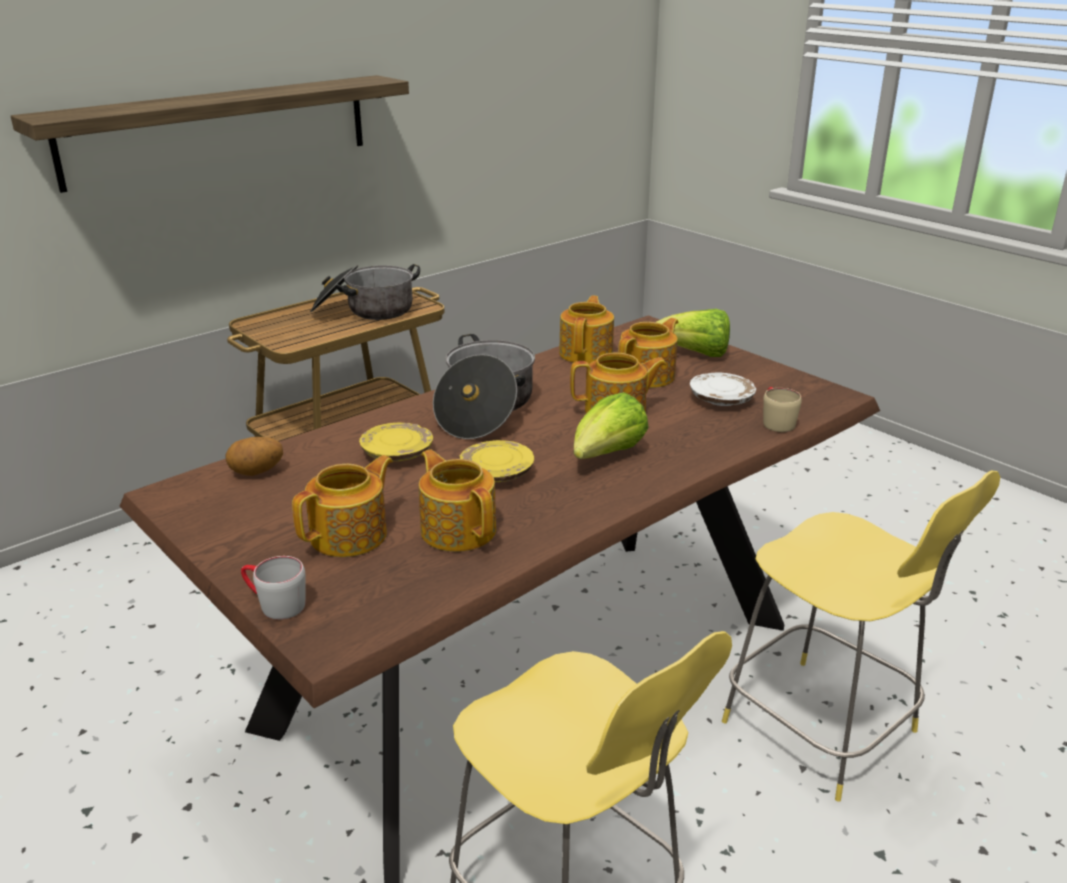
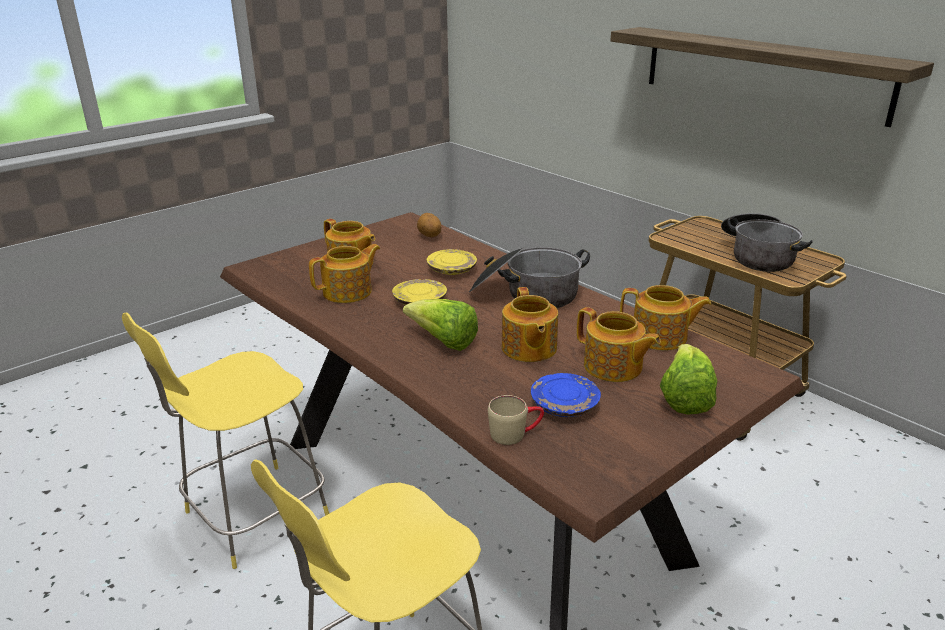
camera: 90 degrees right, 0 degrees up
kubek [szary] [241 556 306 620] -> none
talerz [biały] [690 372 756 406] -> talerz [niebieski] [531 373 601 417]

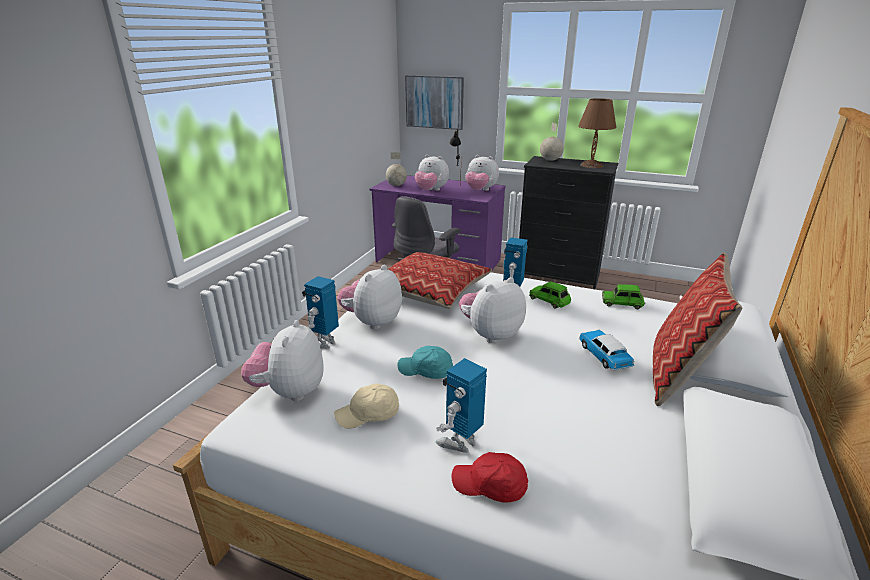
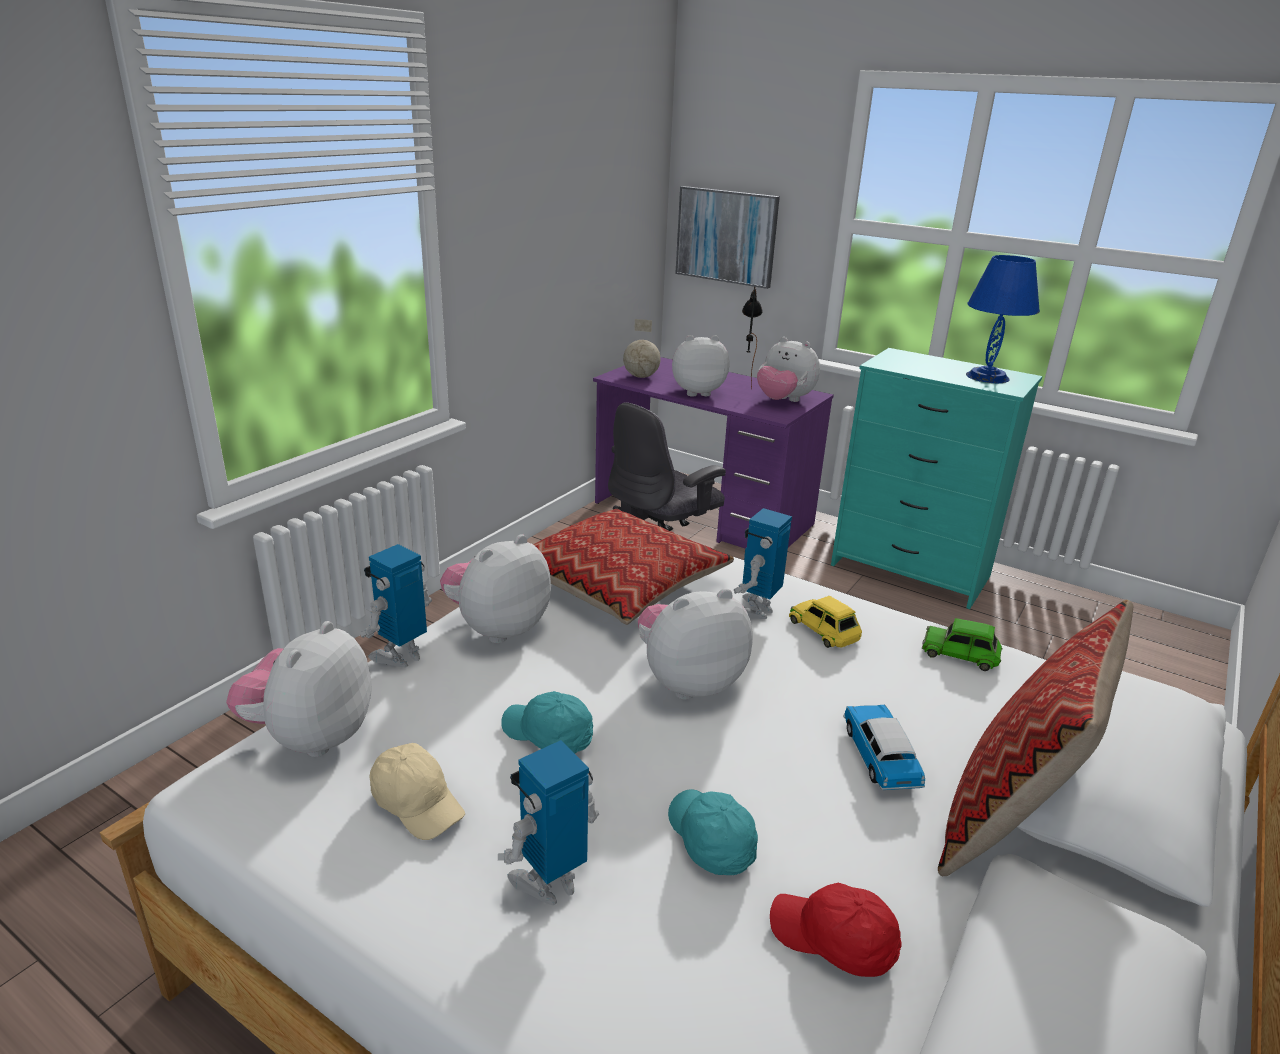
camera: 10 degrees right, 0 degrees up
czapka z daszkiem [beżowy] [334 383 399 429] -> czapka z daszkiem [beżowy] [370 743 465 840], 135 degrees counterclockwise
pluszak [415 155 449 191] -> pluszak [672 335 729 397], 135 degrees clockwise
czapka z daszkiem [czerwony] [452 452 528 503] -> czapka z daszkiem [czerwony] [770 883 902 977], moved
komoda [czarny] [519 156 618 289] -> komoda [turkusowy] [831 348 1042 609]
samochodzik [zielony] [529 281 571 309] -> samochodzik [żółty] [789 596 862 648]
globus [540 123 564 161] -> none
lampa stołowa [brązowy] [578 98 616 168] -> lampa stołowa [niebieski] [966 255 1040 383]
none -> czapka z daszkiem [turkusowy] [668 789 758 875]

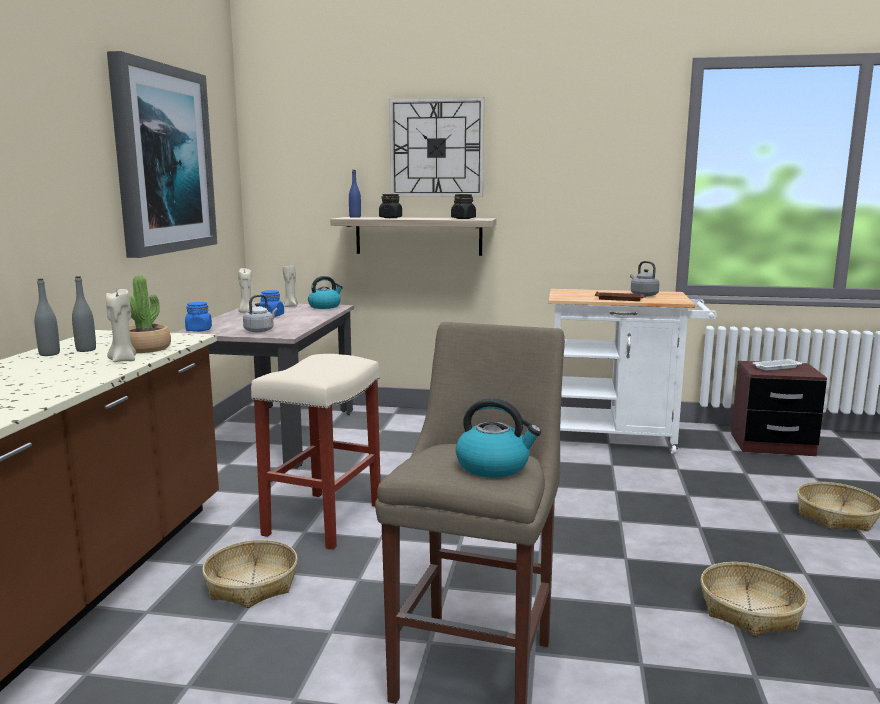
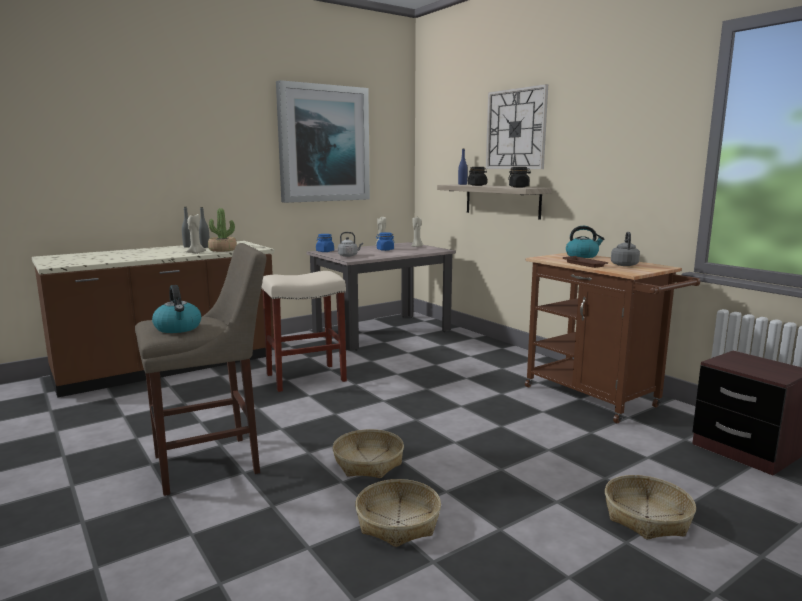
camera: 45 degrees right, 0 degrees up
koszyk [202 540 298 608] -> koszyk [333 429 404 478], moved
czajnik [308 276 343 309] -> czajnik [566 226 604 258], moved
wózek [biały] [548 289 717 454] -> wózek [brązowy] [525 253 700 423]
taca [biały] [752 359 802 371] -> none

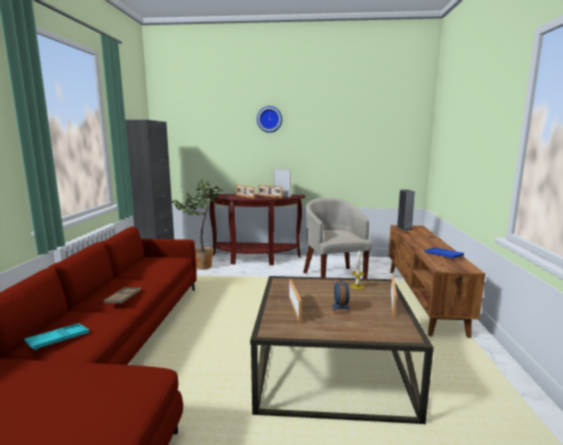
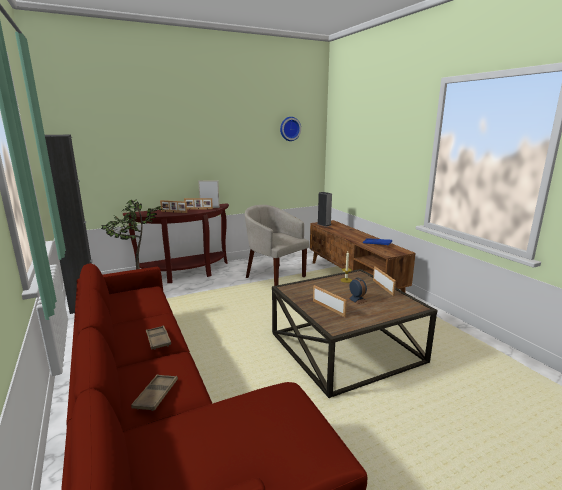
camera: 30 degrees left, 5 degrees up
taca [turkusowy] [24 323 89 350] -> taca [brązowy] [131 374 178 411]
zegar ścienny [257 106 282 133] -> zegar ścienny [280 117 301 141], moved

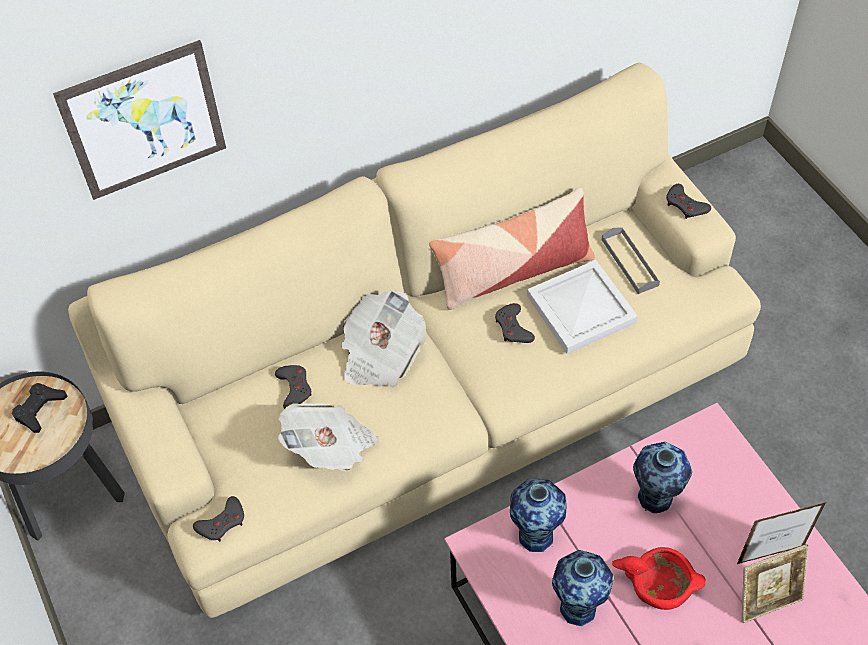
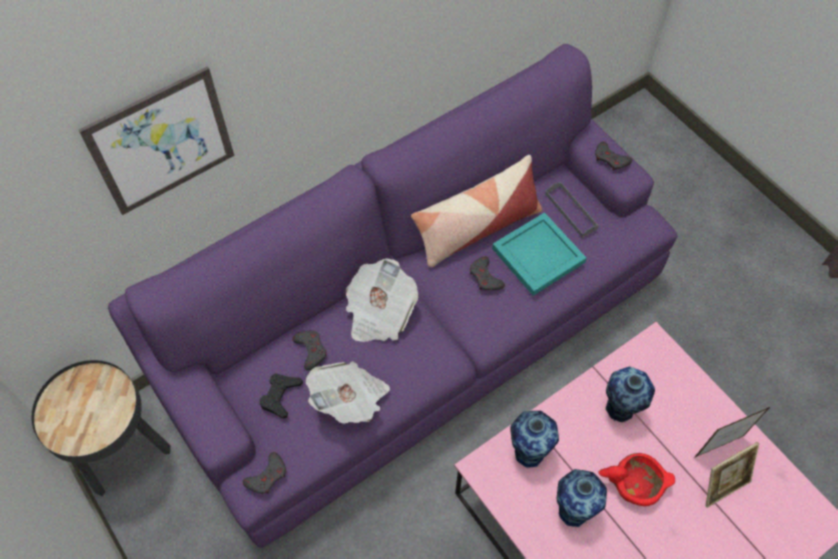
camera: 10 degrees left, 5 degrees up
pad do gier [czarny] [12 383 68 433] -> pad do gier [czarny] [259 374 303 419], moved
kanapa [beżowy] [68 63 761 618] -> kanapa [fioletowy] [108 44 677 548]
taca [biały] [527 260 638 354] -> taca [turkusowy] [492 212 586 296]

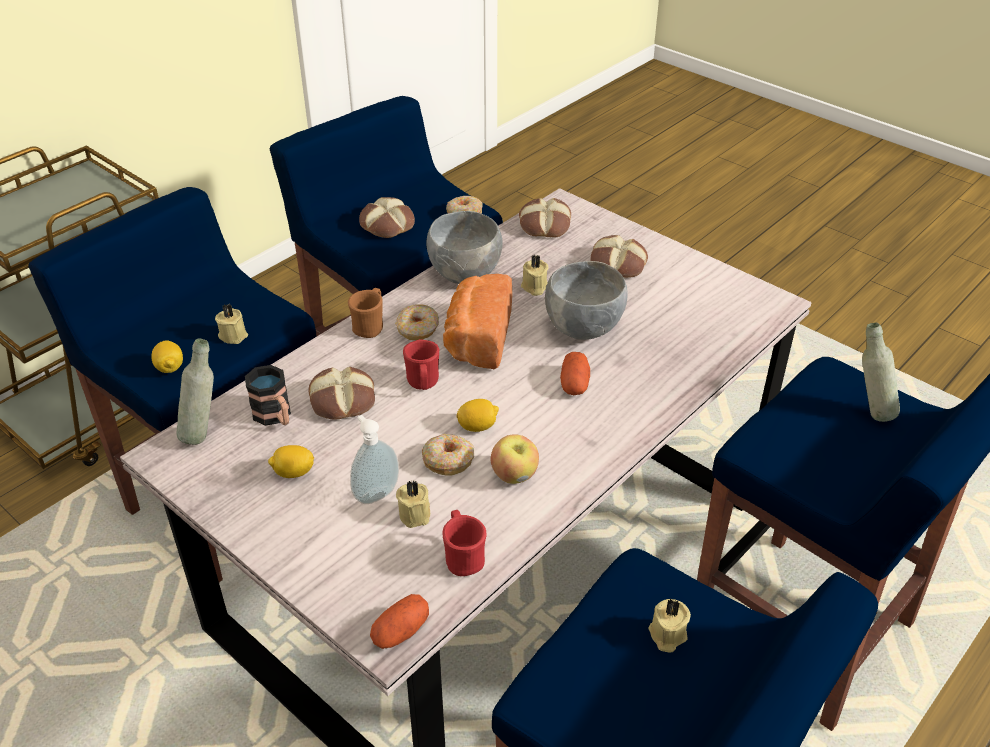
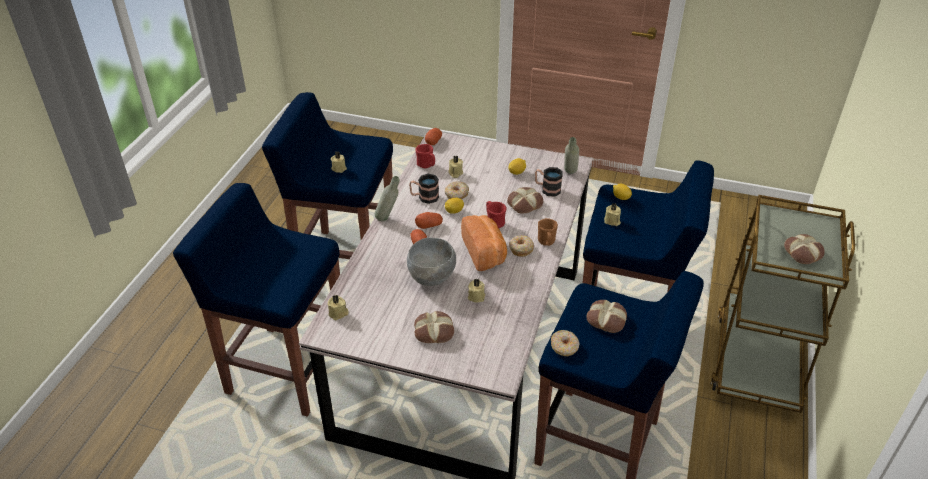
camera: 155 degrees right, 0 degrees up
dozownik mydła [350 415 399 504] -> none
miska [szary] [427 211 503 284] -> none
jabłko [491 434 539 484] -> kubek [409 174 439 204]
chleb [519 198 571 237] -> chleb [784 234 824 264], moved
butelka [szary] [862 323 900 422] -> butelka [szary] [375 176 400 221], moved
none -> świeca [beżowy] [328 295 349 320]
none -> ziemniak [415 212 443 229]

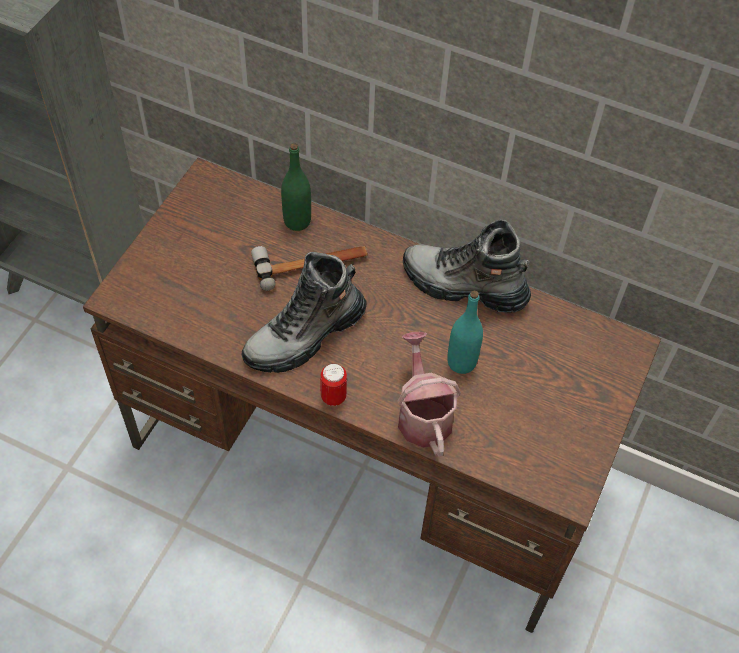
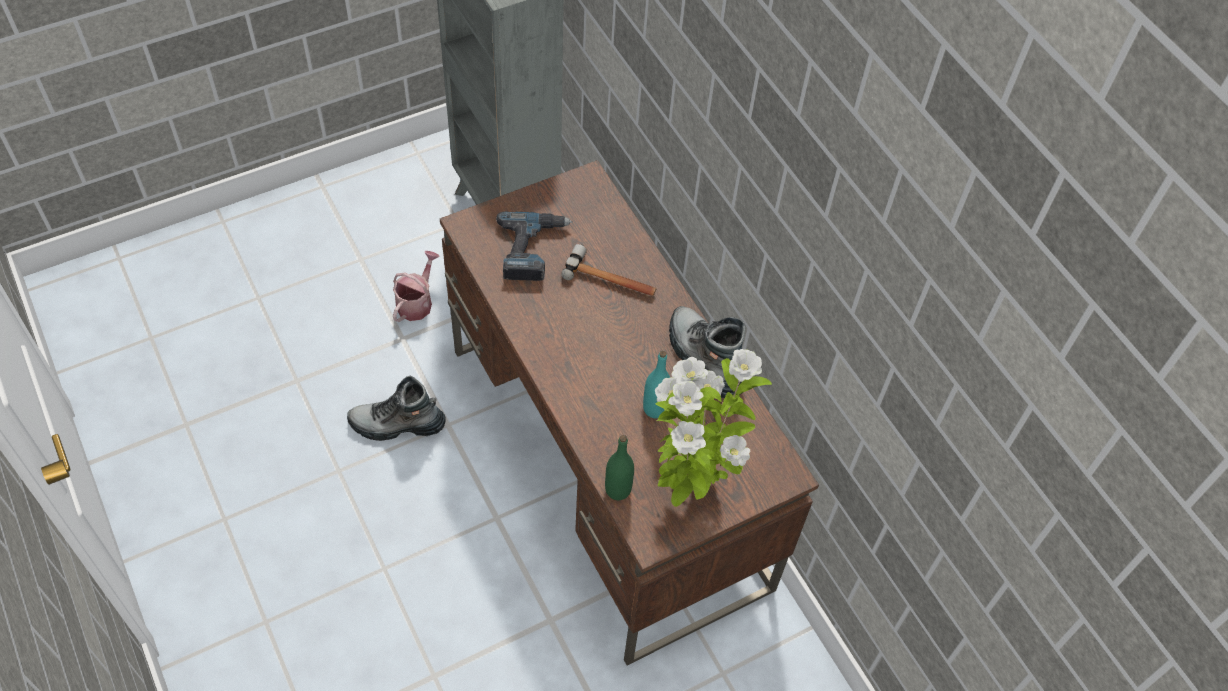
camera: 35 degrees right, 0 degrees up
but z cholewką [242 252 367 373] -> but z cholewką [347 376 446 441], moved
butelka [zielony] [281 143 311 231] -> butelka [zielony] [605 435 634 500], moved
puszka [320 363 347 406] -> none
konewka [397 332 461 457] -> konewka [393 251 440 322], moved
none -> wiertarka [496 211 573 281]
none -> roślina doniczkowa [655 349 772 507]

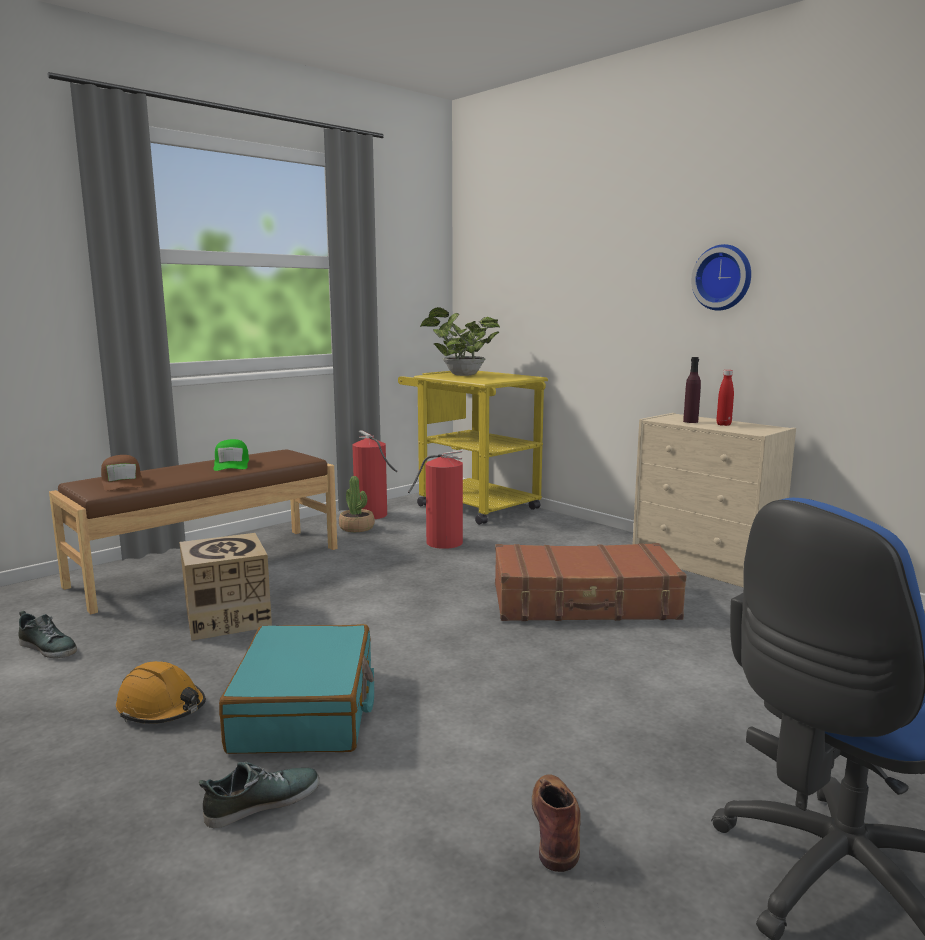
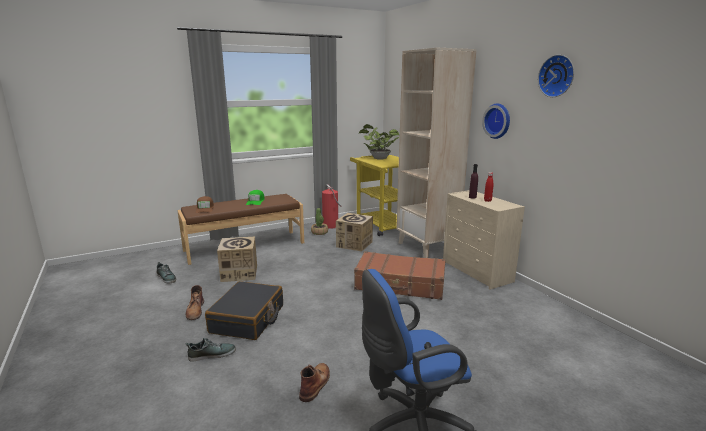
camera: 15 degrees right, 5 degrees up
kask [pomarańczowy] [116 661 206 724] -> but z cholewką [brązowy] [186 285 204 320]
walizka [turkusowy] [219 624 374 754] -> walizka [czarny] [205 281 283 340]
gaśnica [408 451 463 549] -> karton [336 213 373 252]
none -> regał [beżowy] [396 48 477 258]
none -> zegar ścienny [538 55 574 97]

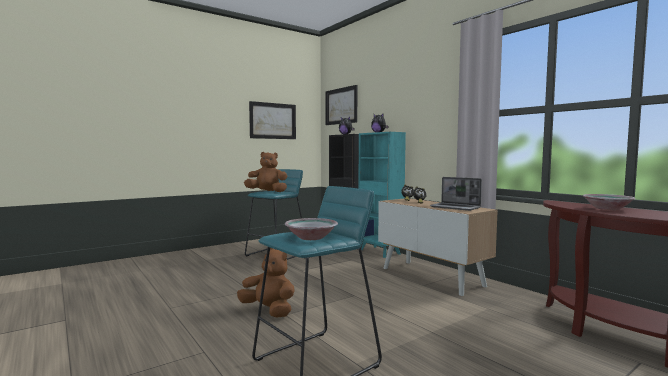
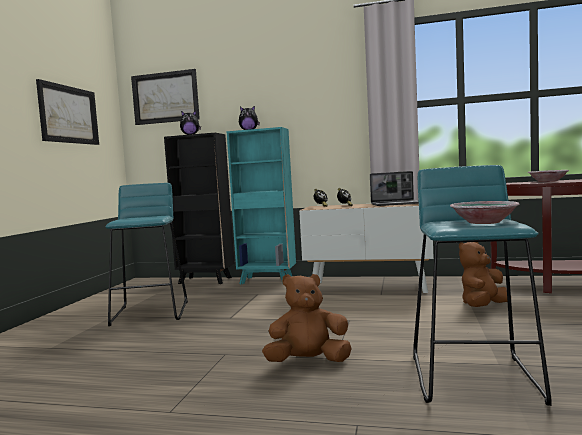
camera: 40 degrees left, 0 degrees up
pluszak [brązowy] [244 152 287 192] -> pluszak [brązowy] [459 242 507 307], moved

